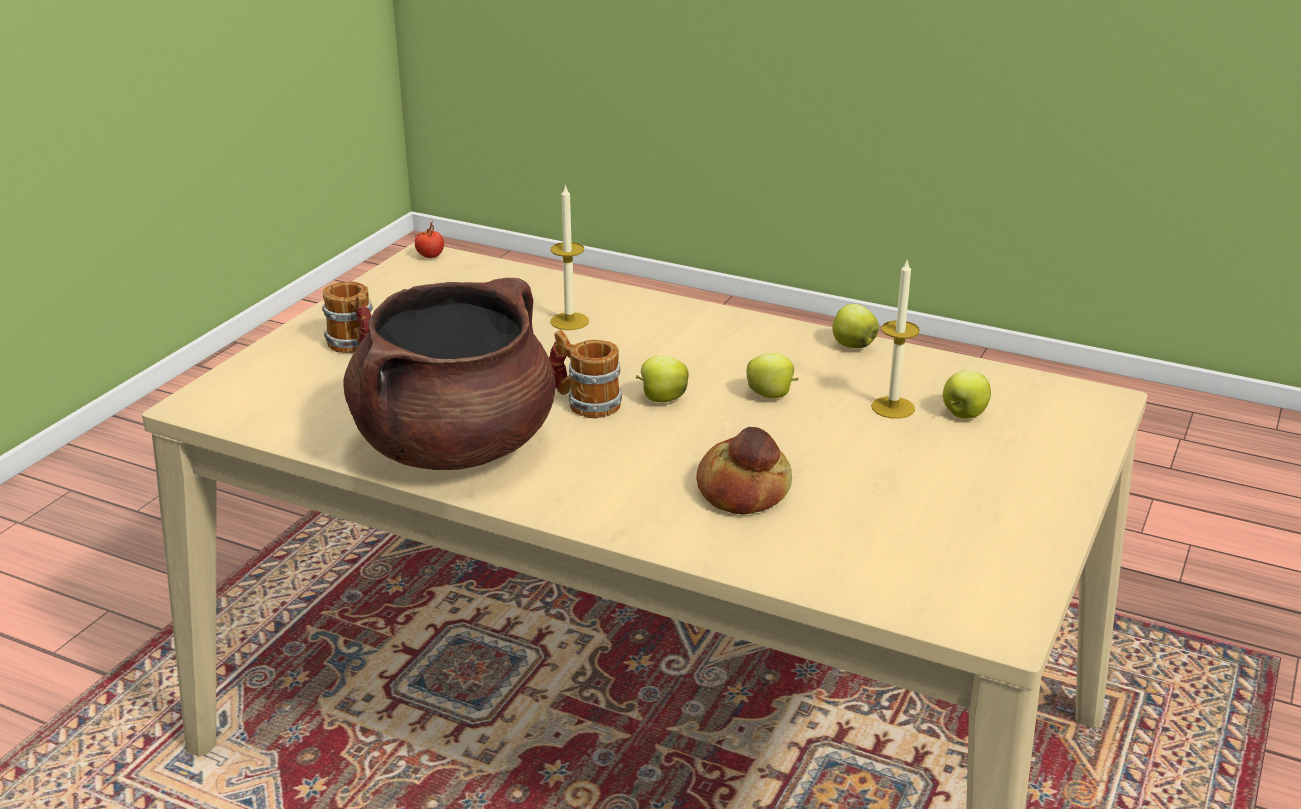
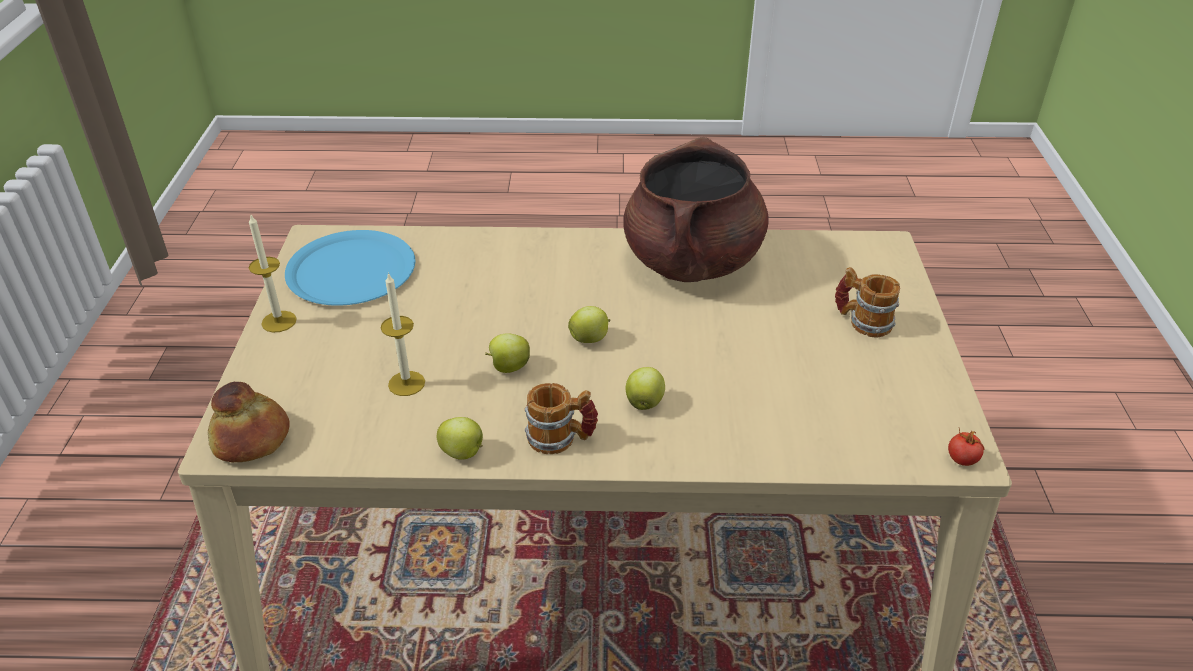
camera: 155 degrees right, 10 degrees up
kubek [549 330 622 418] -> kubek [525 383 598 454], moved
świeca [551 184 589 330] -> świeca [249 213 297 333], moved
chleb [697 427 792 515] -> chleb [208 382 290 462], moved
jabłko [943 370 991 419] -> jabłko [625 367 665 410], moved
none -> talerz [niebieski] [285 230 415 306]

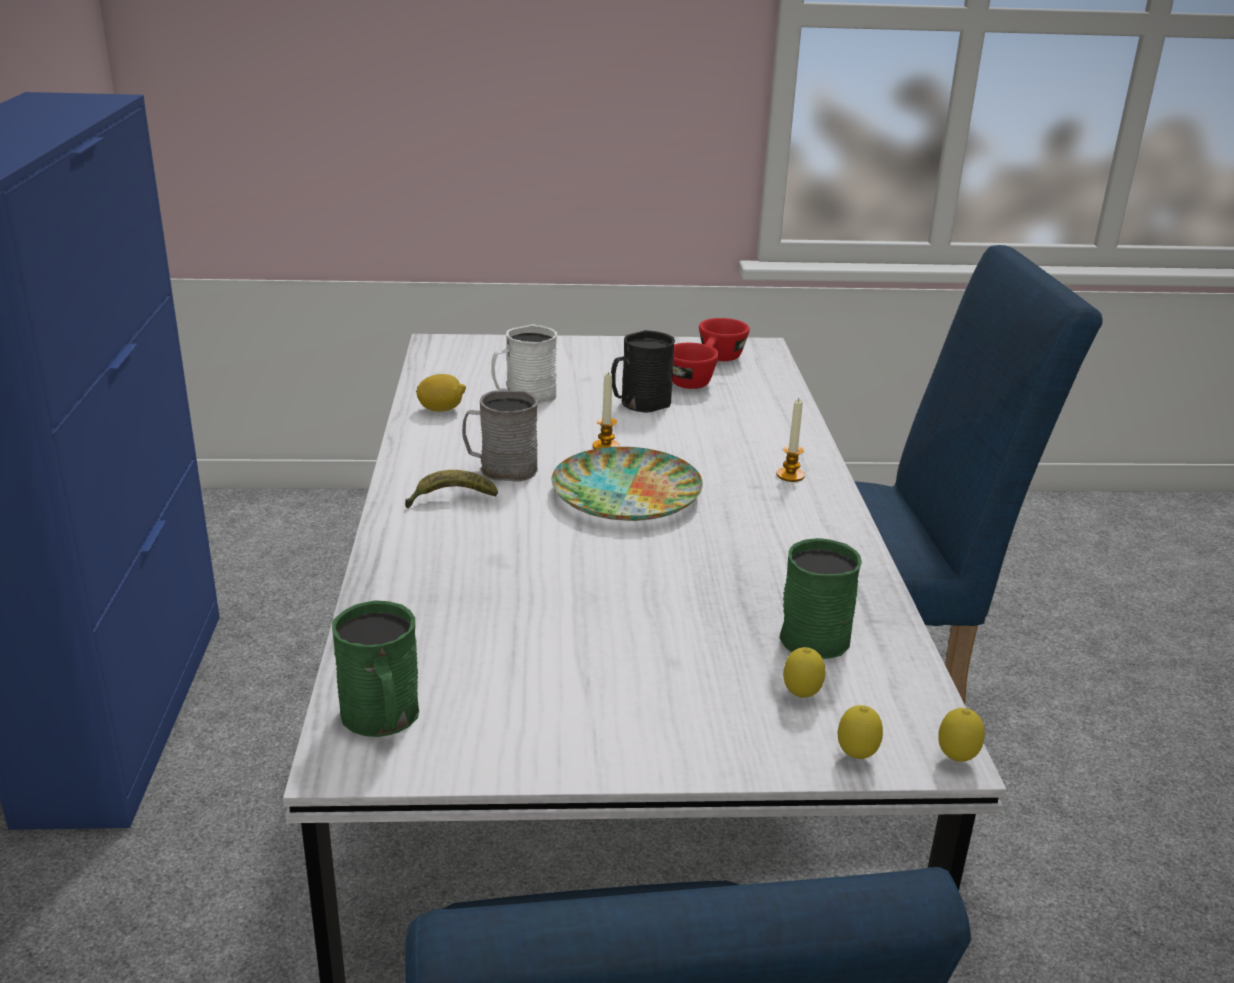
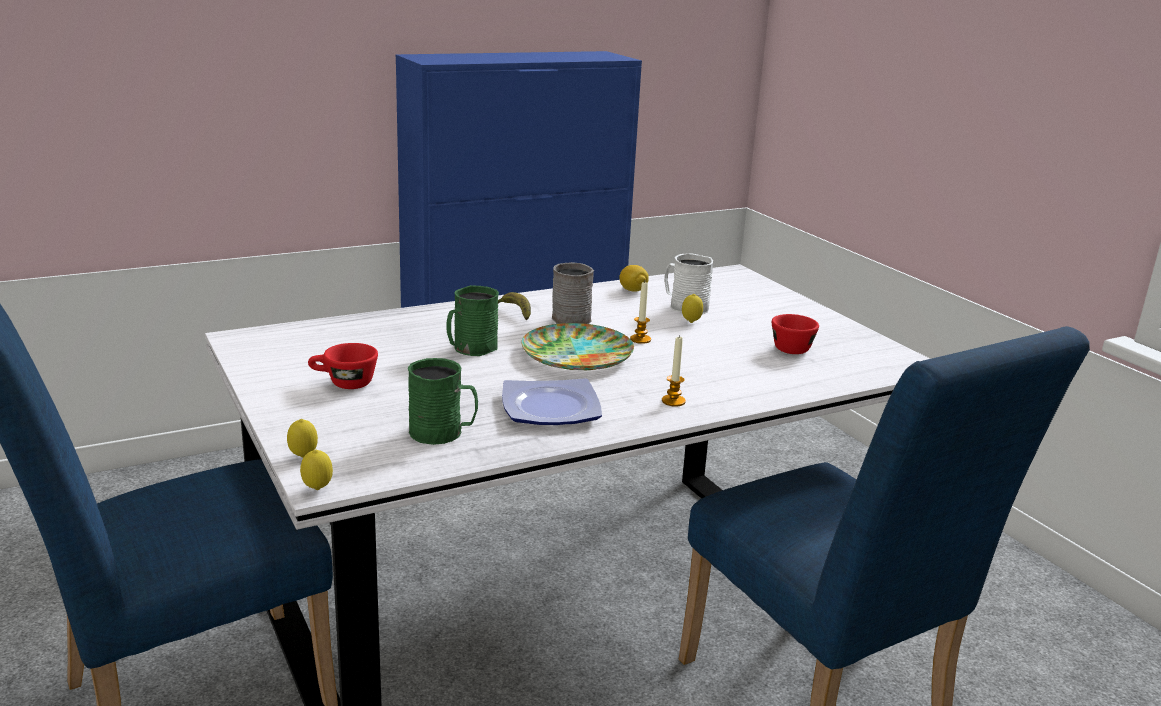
camera: 65 degrees right, 5 degrees down
kubek [zielony] [332 600 419 737] -> kubek [zielony] [446 285 499 356], moved
kubek [czarny] [611 330 675 413] -> none
filiżanka [czerwony] [699 318 750 361] -> filiżanka [czerwony] [308 343 378 389], moved
cytryna [783 647 825 698] -> cytryna [682 294 703 323], moved
none -> talerz [502 378 602 425]

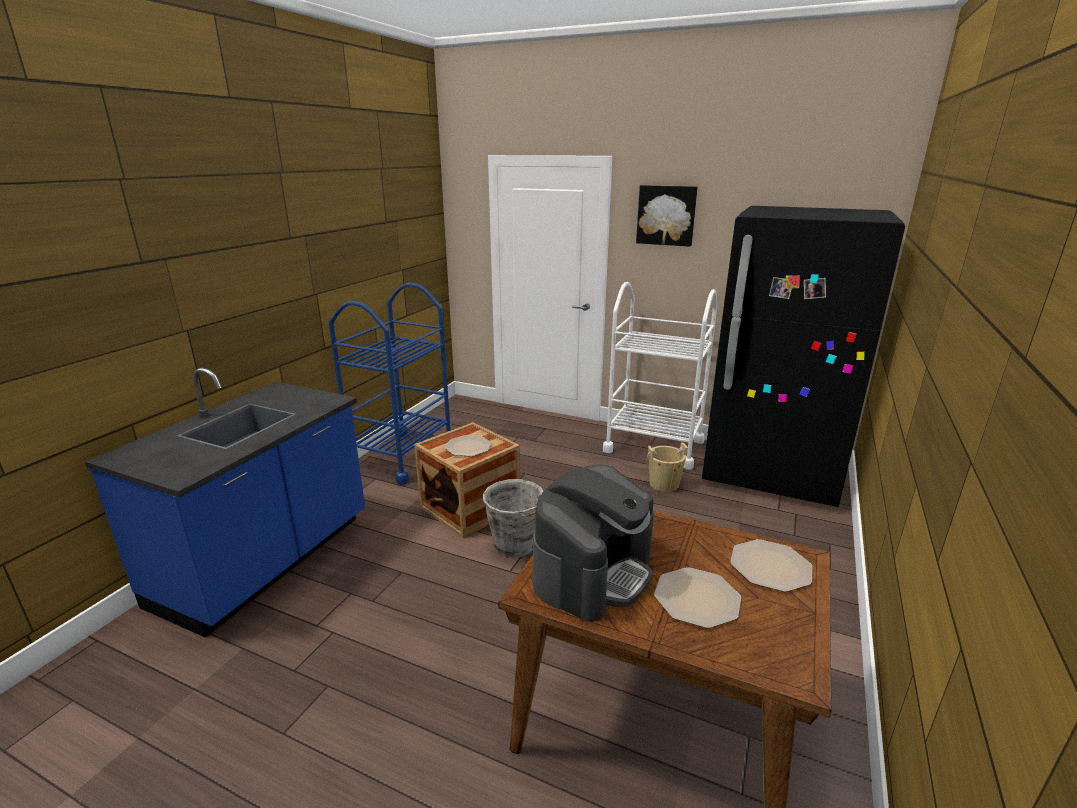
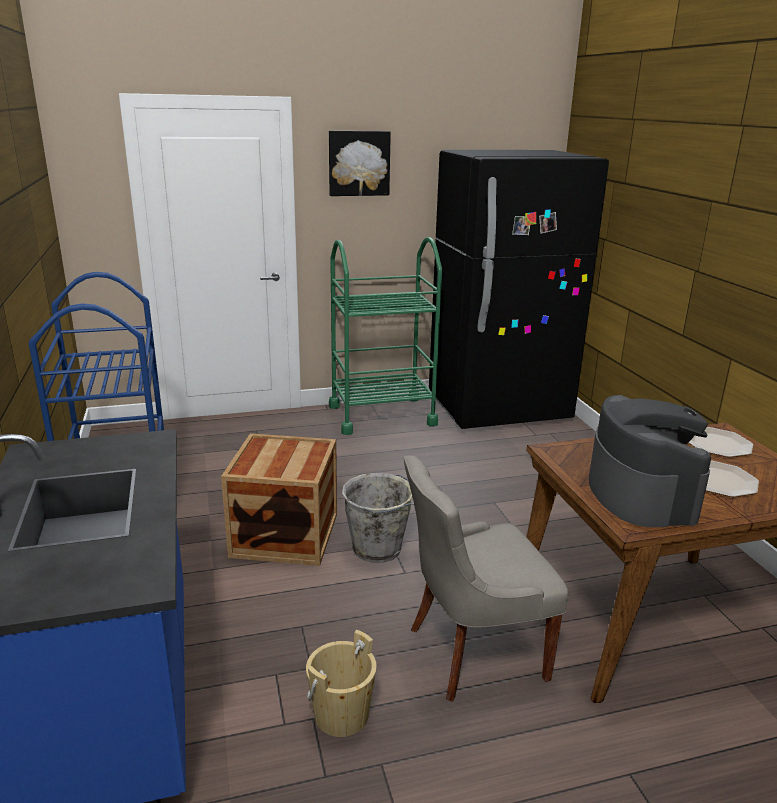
camera: 40 degrees left, 0 degrees up
talerz [445 435 492 457] -> none
wózek [biały] [603 282 717 470] -> wózek [zielony] [329 237 442 435]
wiadro [beżowy] [646 443 688 492] -> wiadro [beżowy] [306 630 377 737], moved
none -> krzesło [szary] [403 455 569 702]

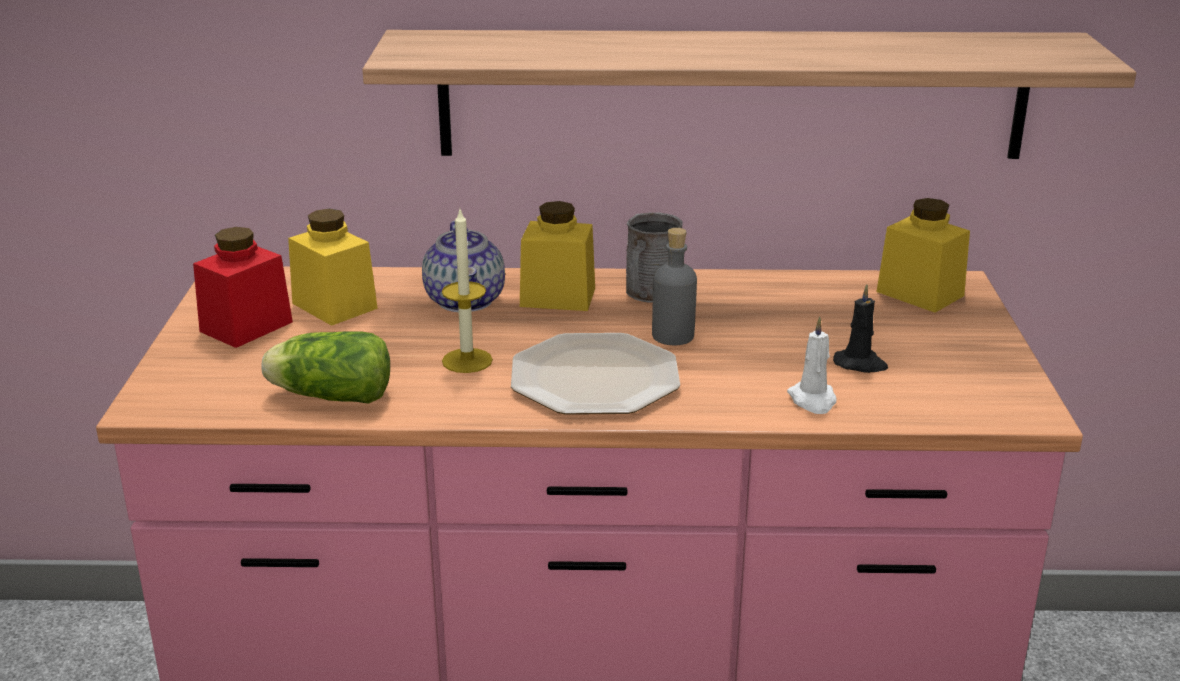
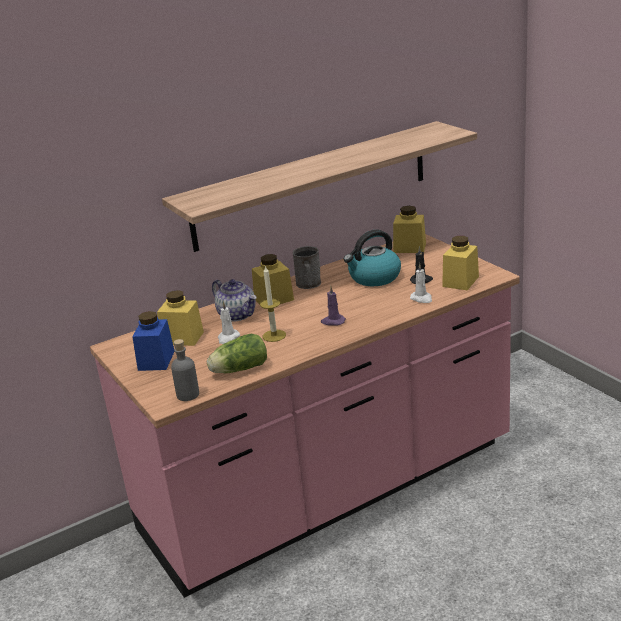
camera: 30 degrees left, 0 degrees up
słoik [czerwony] [193 227 293 348] -> słoik [niebieski] [132 311 174 371]
talerz [511 333 680 415] -> świeca [fioletowy] [321 286 346 326]
butelka [szary] [652 228 697 345] -> butelka [szary] [171 339 199 401], moved
none -> świeca [biały] [218 301 240 344]
none -> czajnik [344 230 401 286]
none -> słoik [żółty] [442 236 479 291]

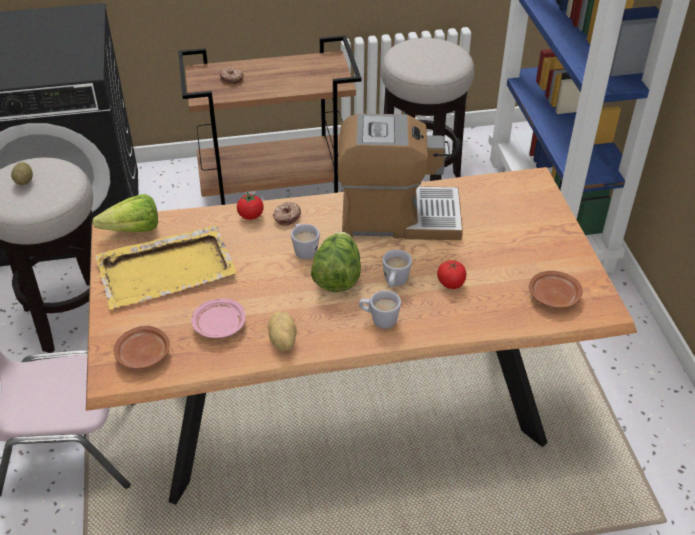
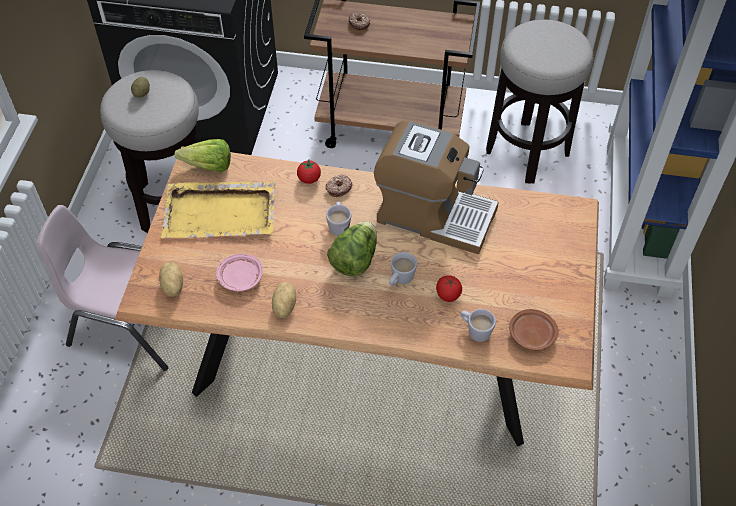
camera: 20 degrees right, 10 degrees up
talerz [brązowy] [113 326 170 369] -> ziemniak [159 262 183 297]
kubek [biały] [359 290 401 329] -> kubek [biały] [460 309 496 342], moved

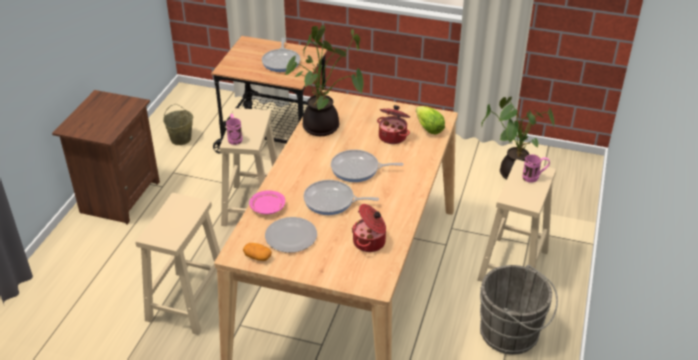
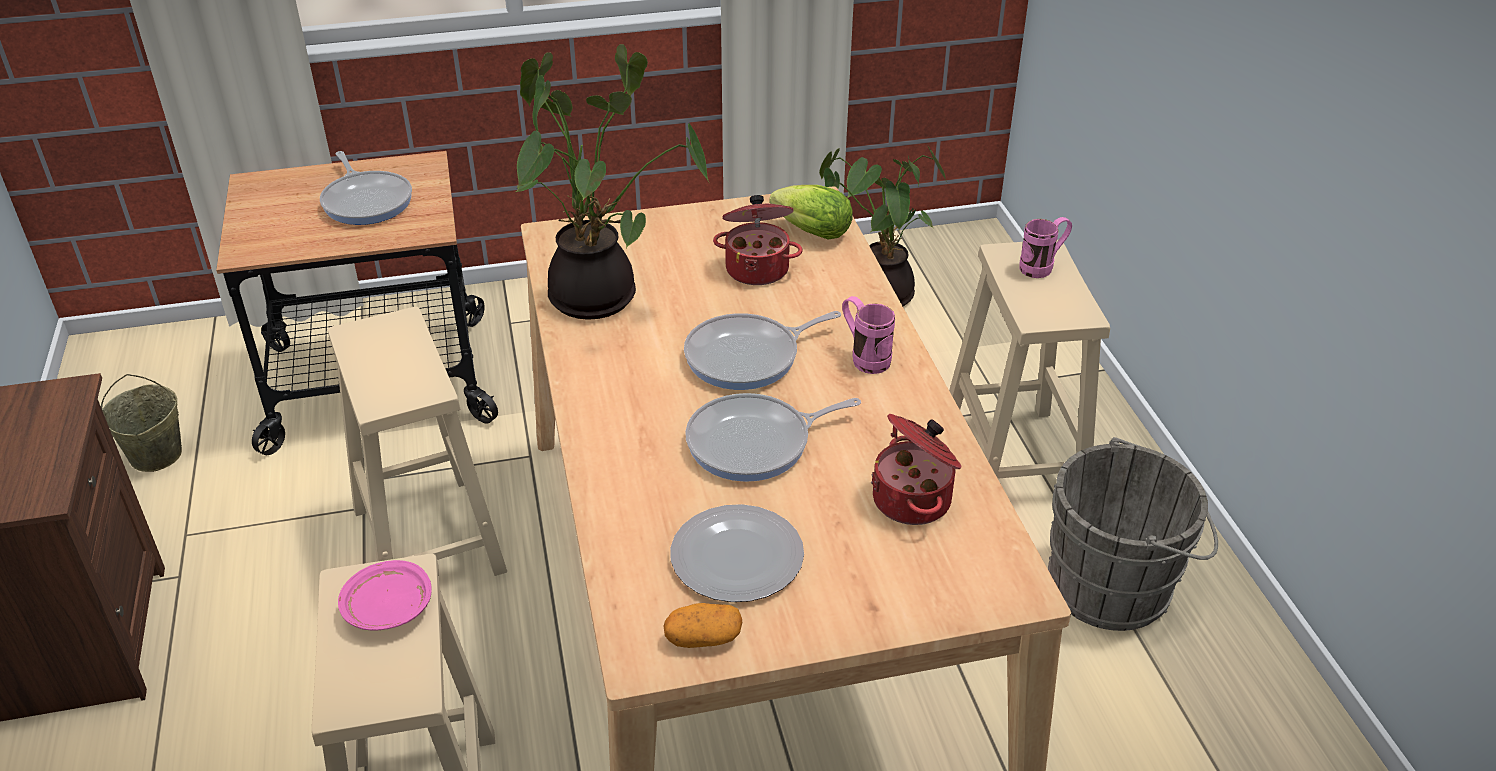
camera: 30 degrees left, 0 degrees up
kubek [różowy] [226 114 242 145] -> kubek [różowy] [842 296 895 374], moved
talerz [różowy] [249 190 285 214] -> talerz [różowy] [338 560 432 631], moved

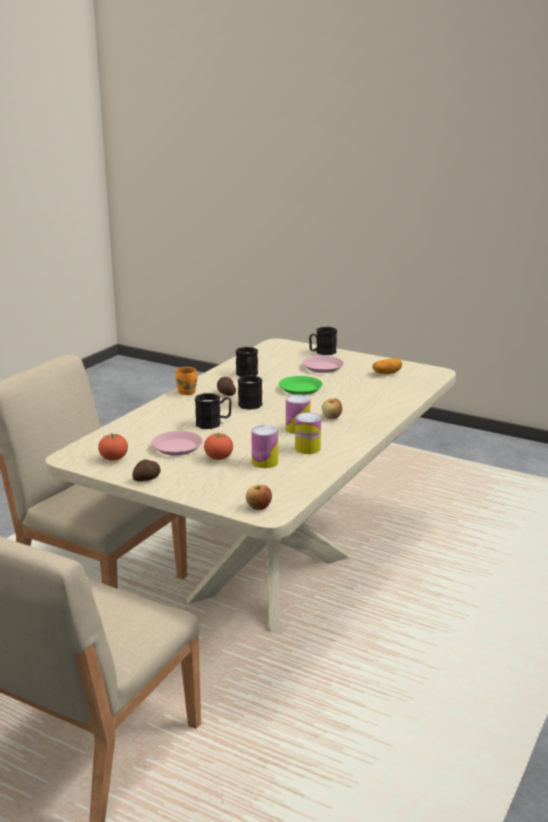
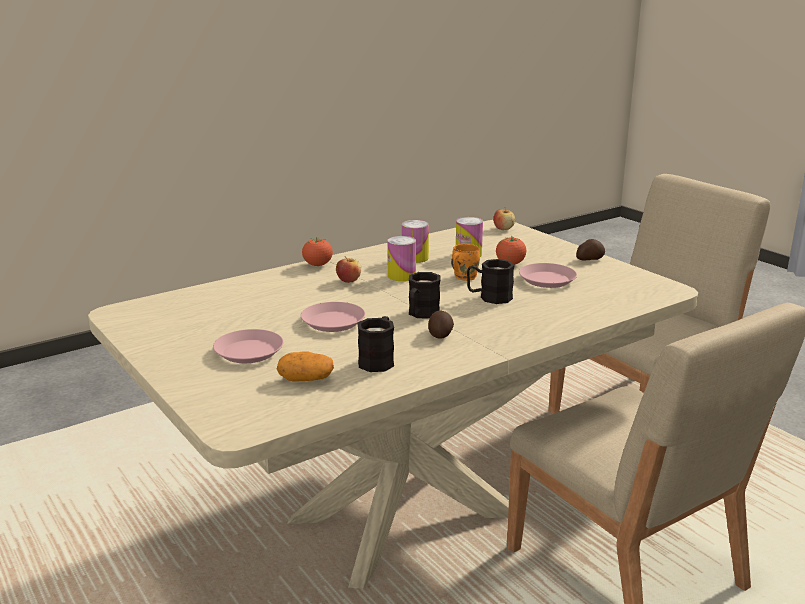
camera: 155 degrees left, 0 degrees up
pomidor [98 433 128 461] -> pomidor [302 237 333 266], moved
kubek [pomarańczowy] [176 367 197 395] -> kubek [pomarańczowy] [451 244 480 281], moved
talerz [zielony] [279 376 323 395] -> talerz [różowy] [301 302 365 332]
kubek [czarny] [309 327 337 355] -> none
ziemniak [372 358 402 374] -> ziemniak [277 352 334 381], moved

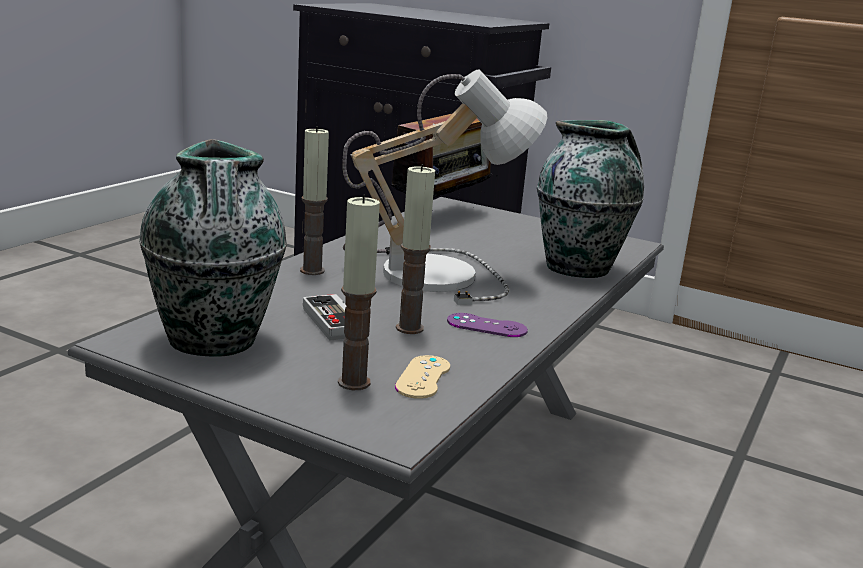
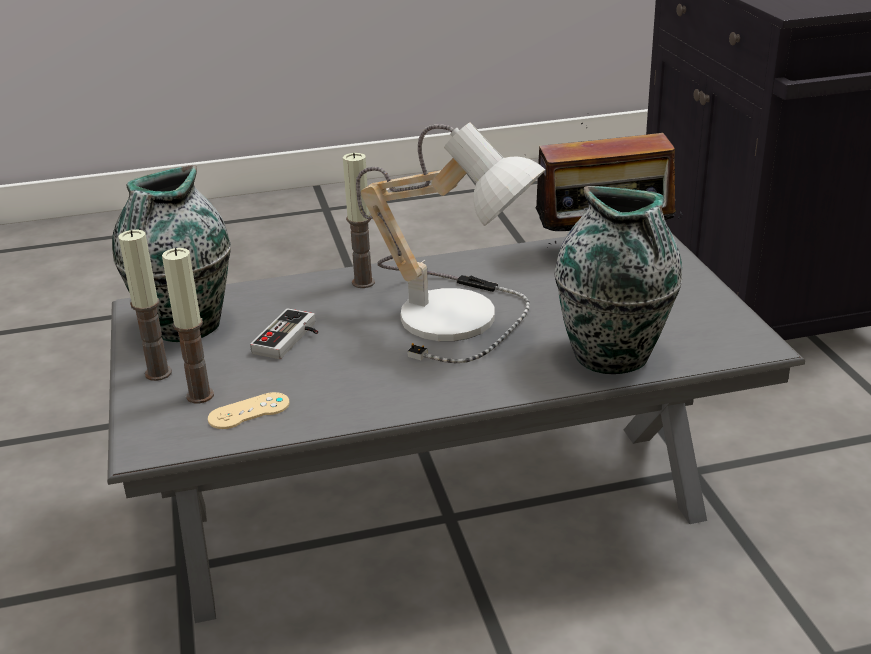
camera: 50 degrees right, 10 degrees up
świeca [396 164 435 334] -> świeca [118 230 172 381], moved
pad do gier [fioletowy] [447 313 528 337] -> none

